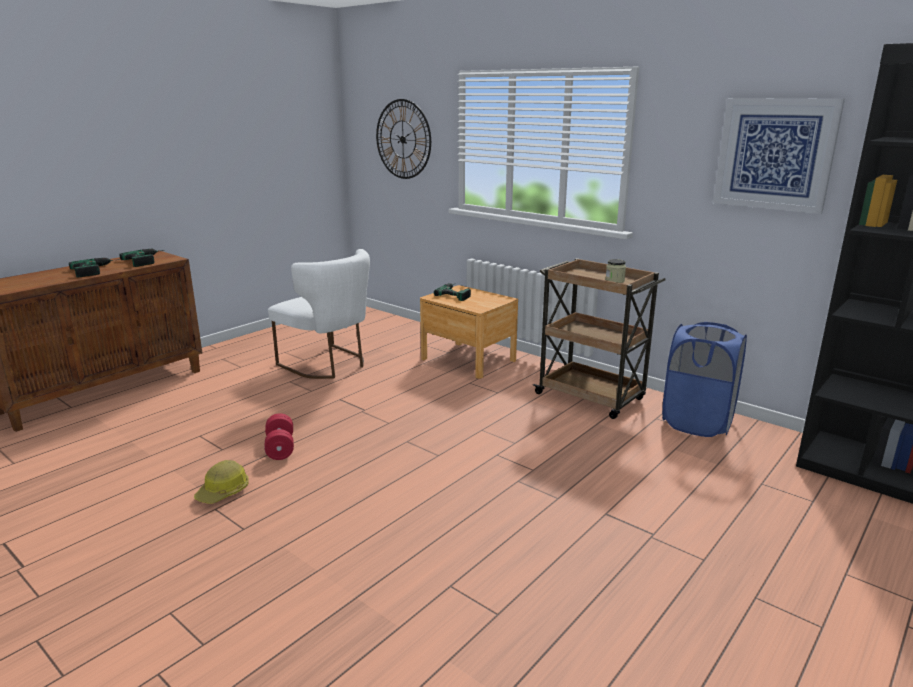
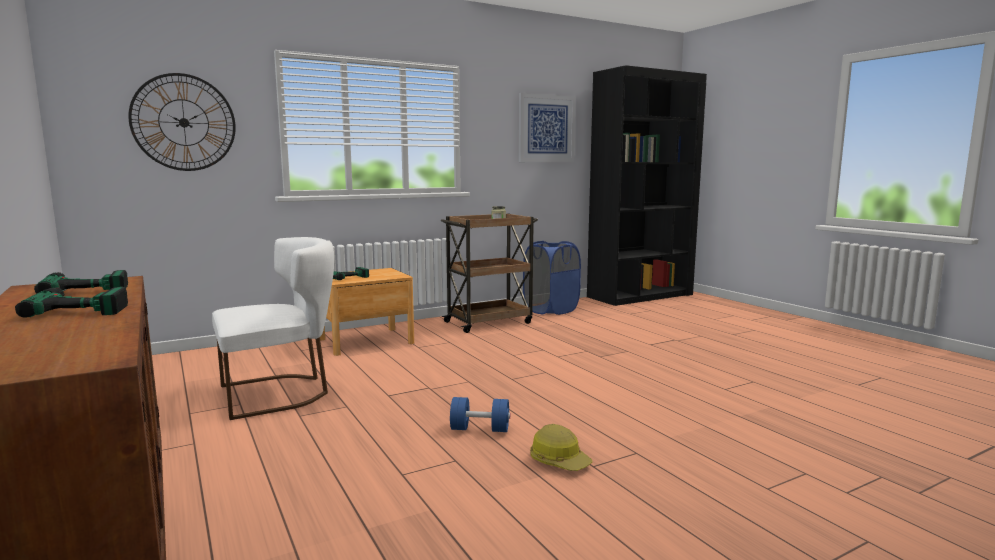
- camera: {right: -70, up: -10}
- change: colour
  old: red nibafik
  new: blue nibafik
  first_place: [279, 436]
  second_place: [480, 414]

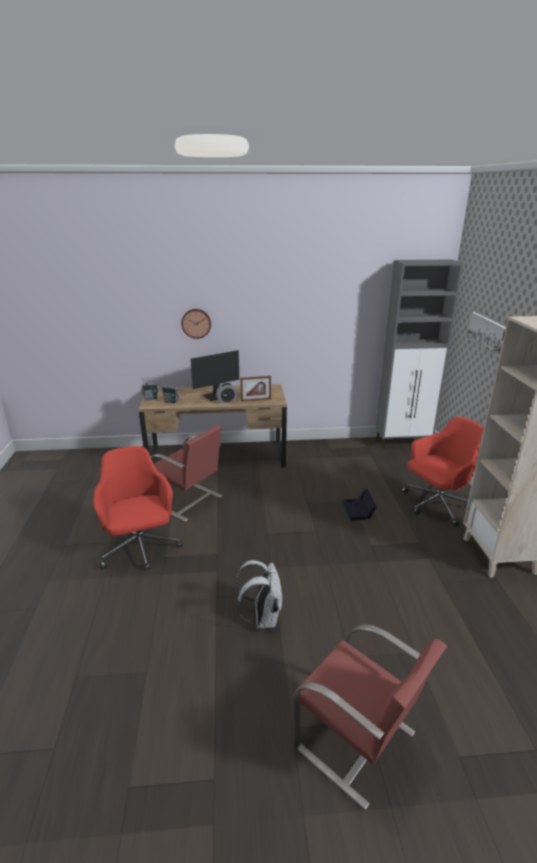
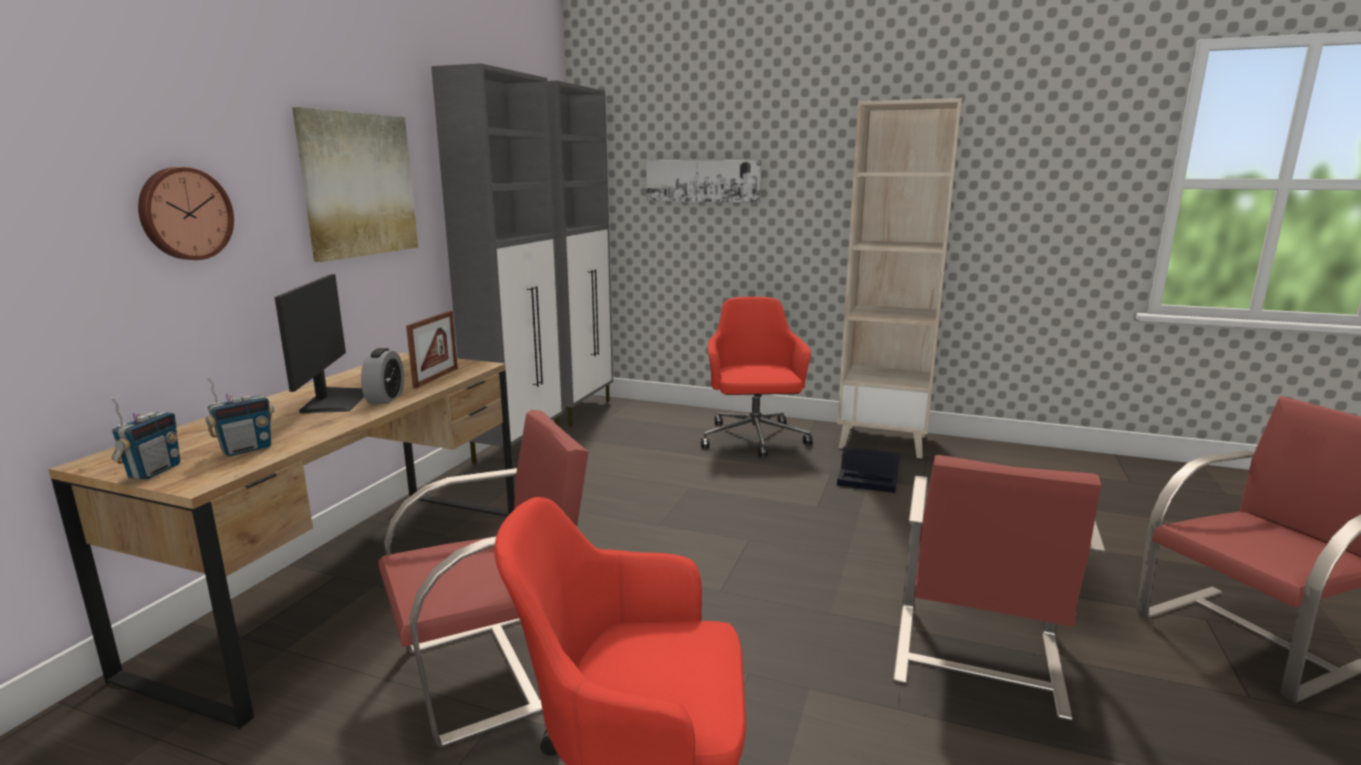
- camera: {right: -65, up: -10}
- change: relocated
  old: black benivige
  first_place: [360, 505]
  second_place: [868, 470]
- change: exchanged
  old: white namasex
  new: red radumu
  first_place: [259, 594]
  second_place: [999, 588]
- change: appeared
  new: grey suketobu
  second_place: [497, 263]
- change: appeared
  new: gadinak
  second_place: [355, 184]

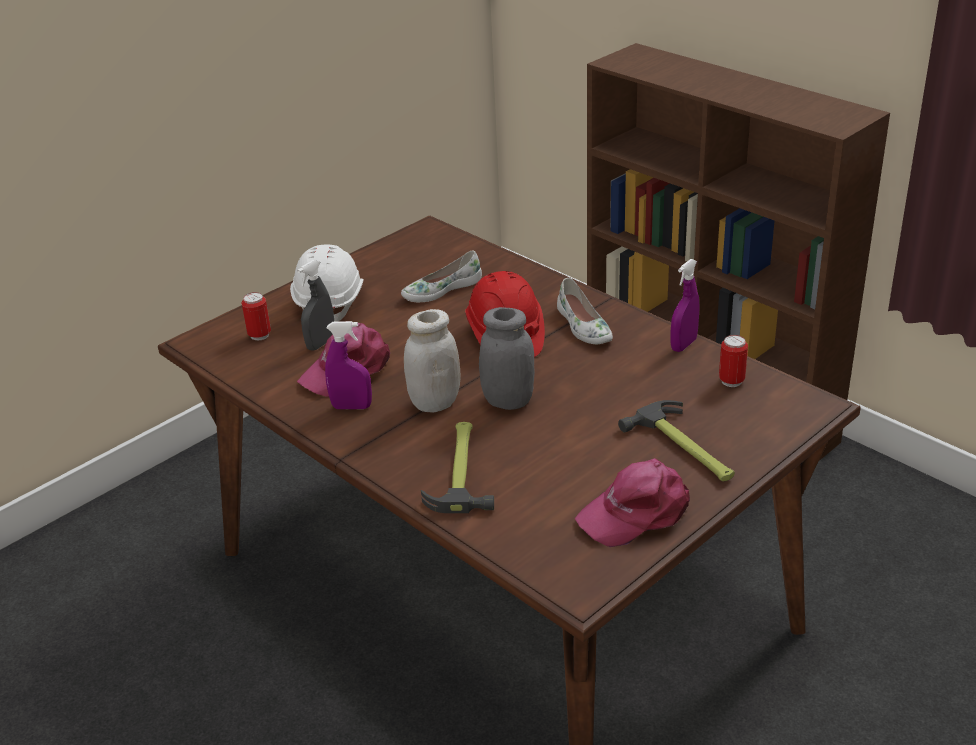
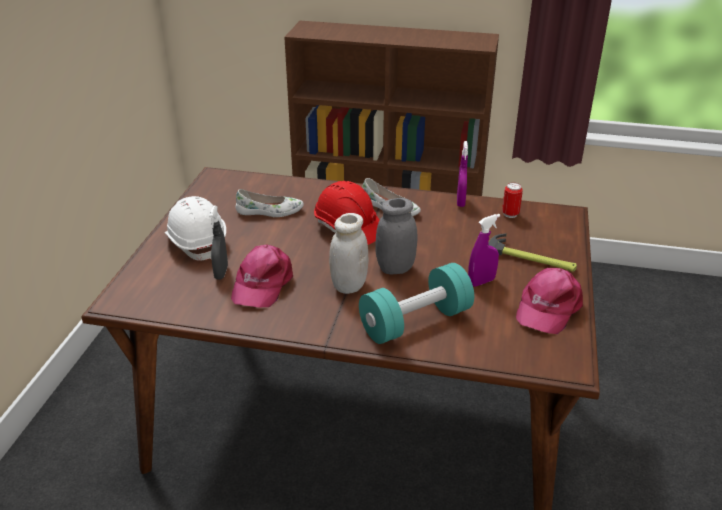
- camera: {right: -35, up: 0}
- change: spun
  old: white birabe
  first_place: [441, 276]
  second_place: [269, 203]
  degrees: -120
- change: missing
  old: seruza
  first_place: [256, 316]
- change: relocated
  old: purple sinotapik
  first_place: [348, 365]
  second_place: [484, 250]
- change: exchanged
  old: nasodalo
  new: turquoise nibafik
  first_place: [457, 467]
  second_place: [416, 303]

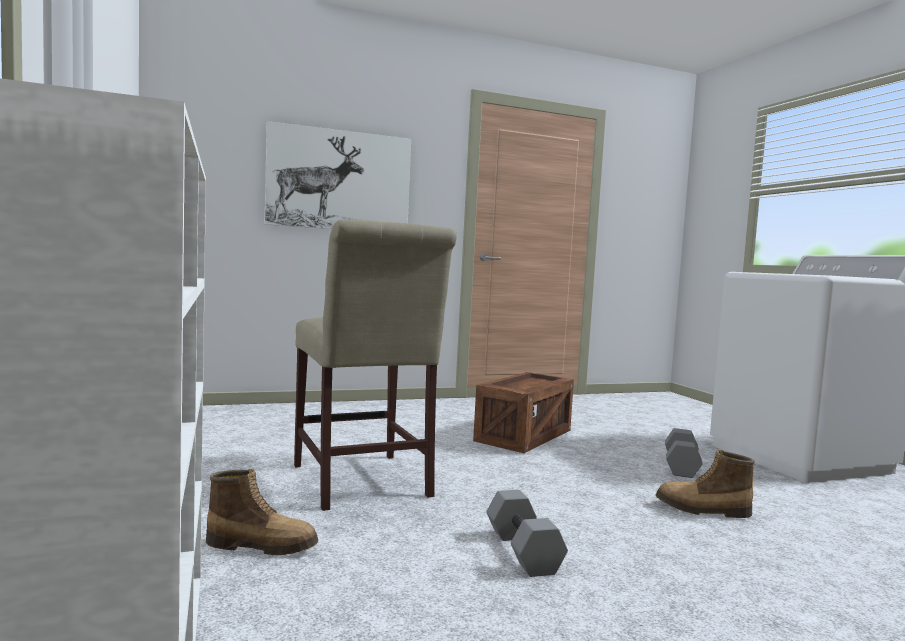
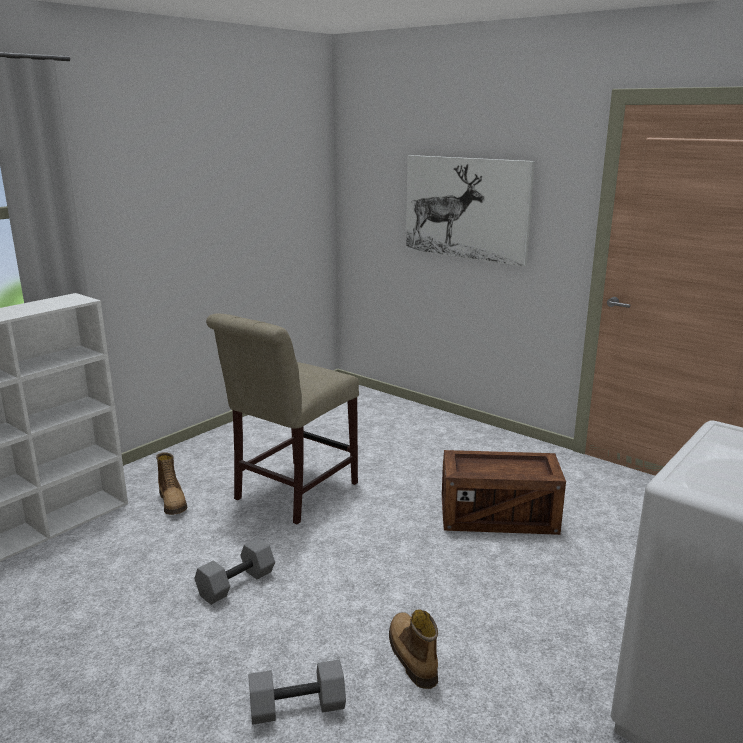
- camera: {right: 60, up: 15}
- change: relocated
  old: grey nibafik
  first_place: [684, 453]
  second_place: [297, 692]

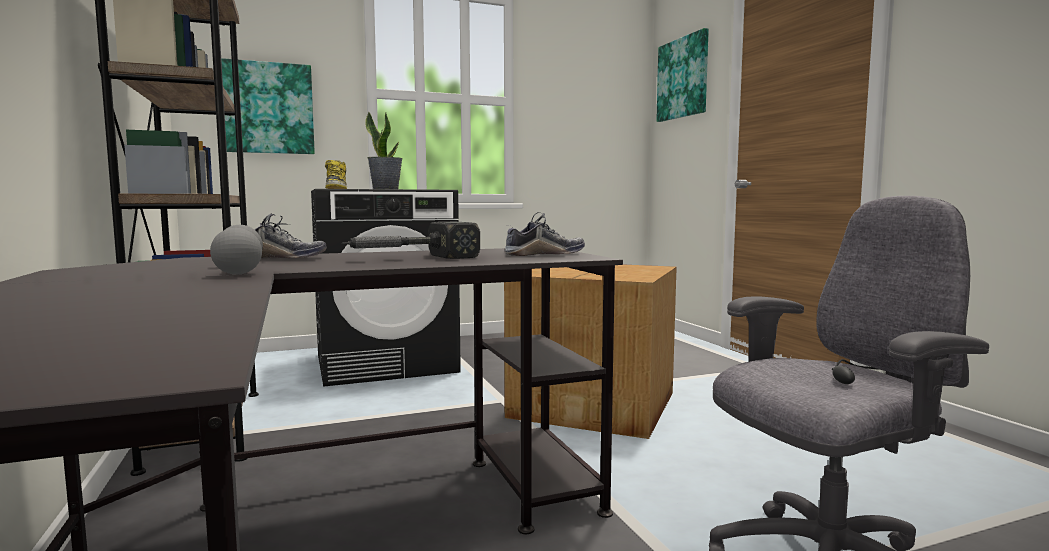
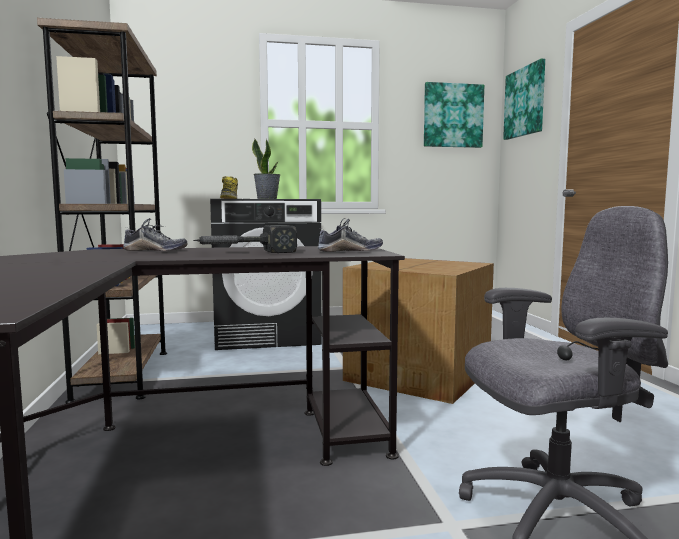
- camera: {right: 10, up: 0}
- change: relocated
  old: gadinak
  first_place: [268, 106]
  second_place: [454, 115]
- change: missing
  old: grey nibafik
  first_place: [236, 250]

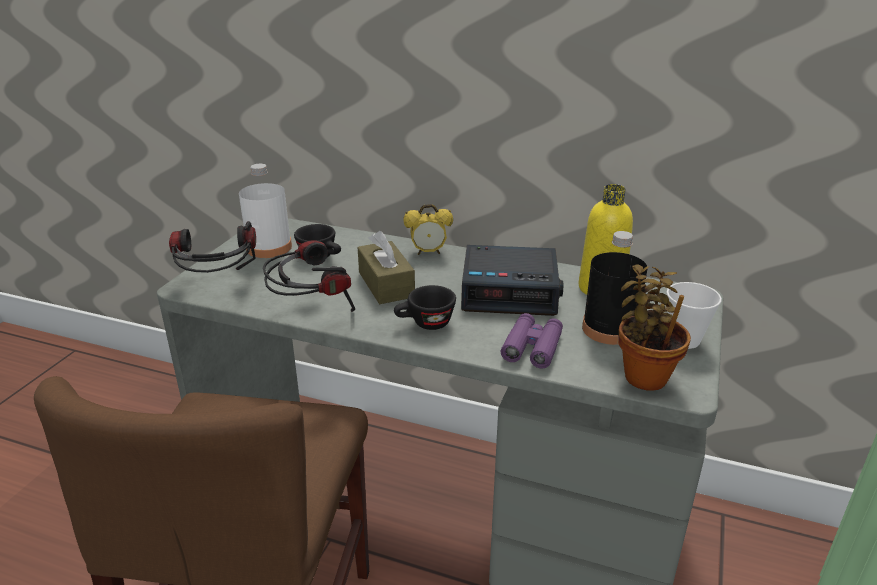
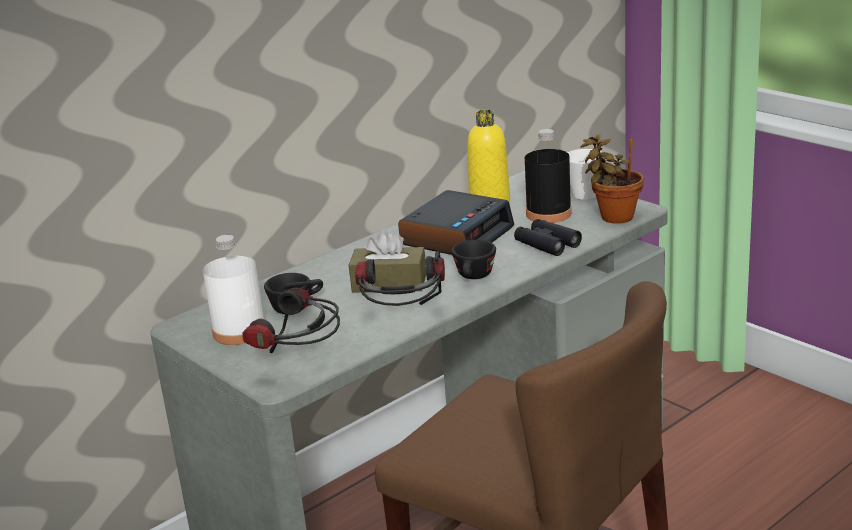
- camera: {right: -60, up: -5}
- change: missing
  old: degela
  first_place: [428, 229]
- change: colour
  old: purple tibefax
  new: black tibefax
  first_place: [532, 341]
  second_place: [548, 237]

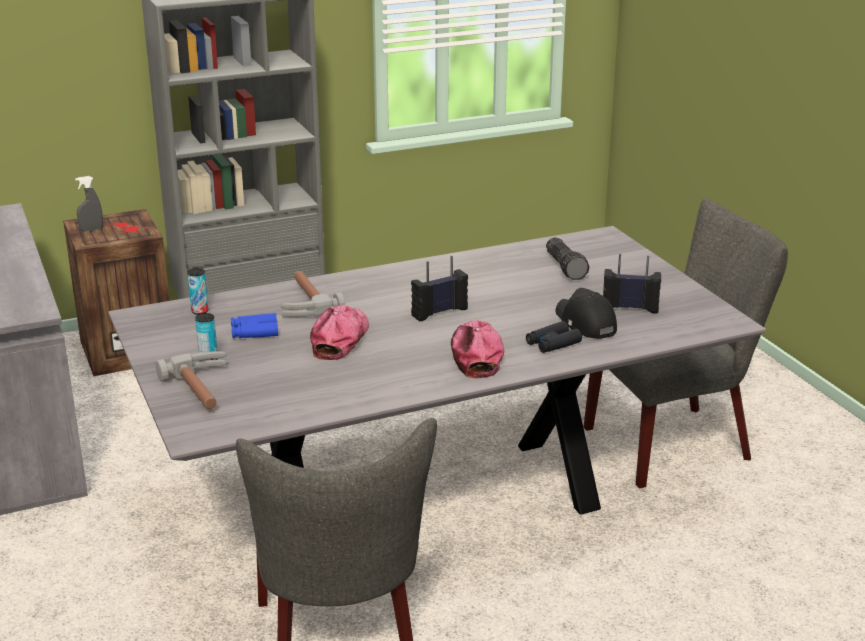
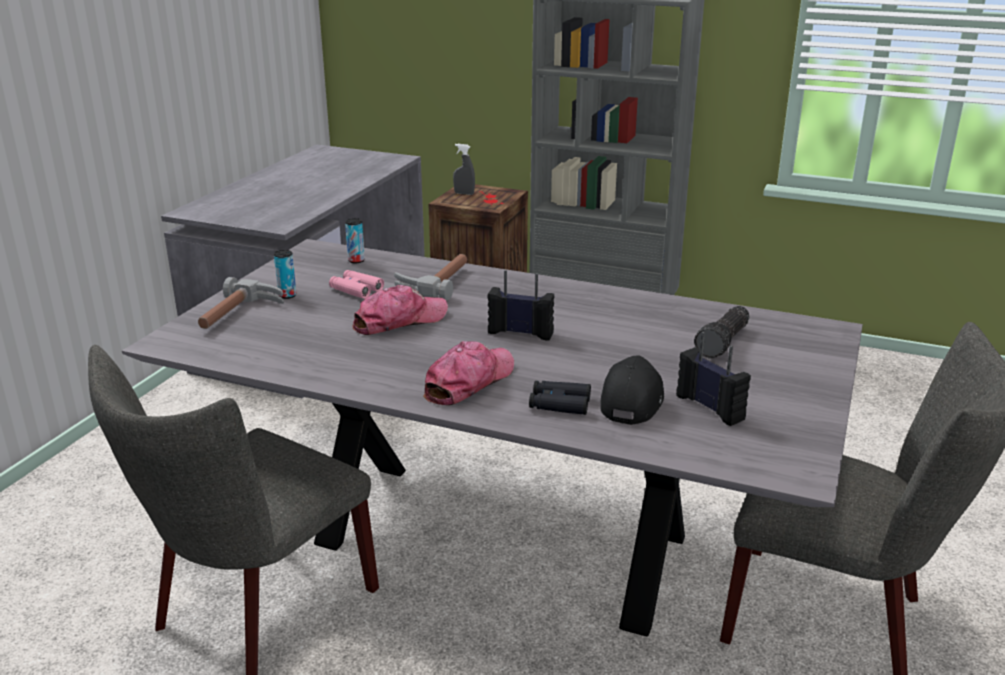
- camera: {right: 45, up: 0}
- change: colour
  old: blue tibefax
  new: pink tibefax
  first_place: [254, 325]
  second_place: [356, 284]

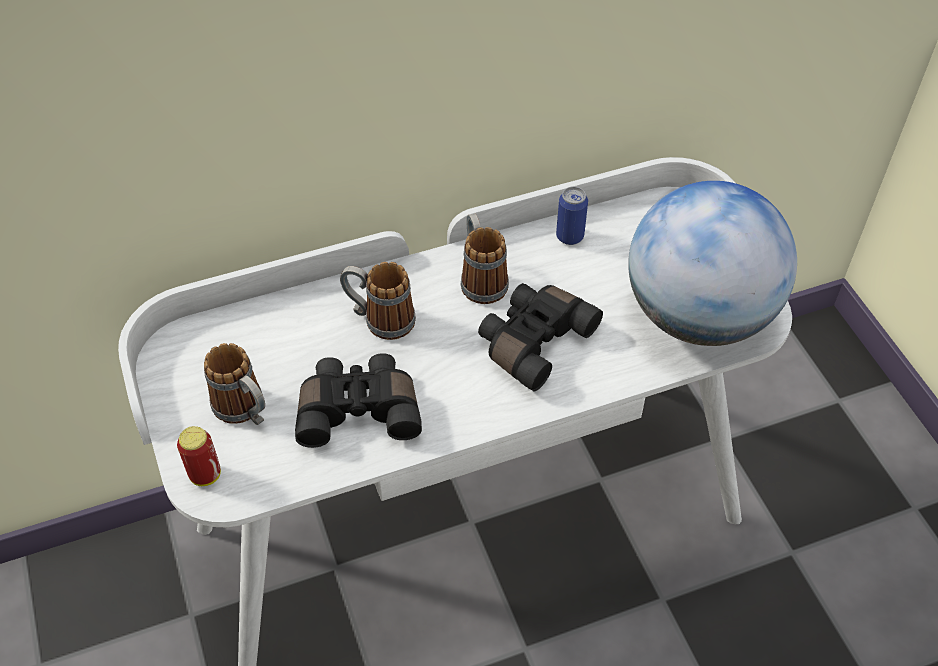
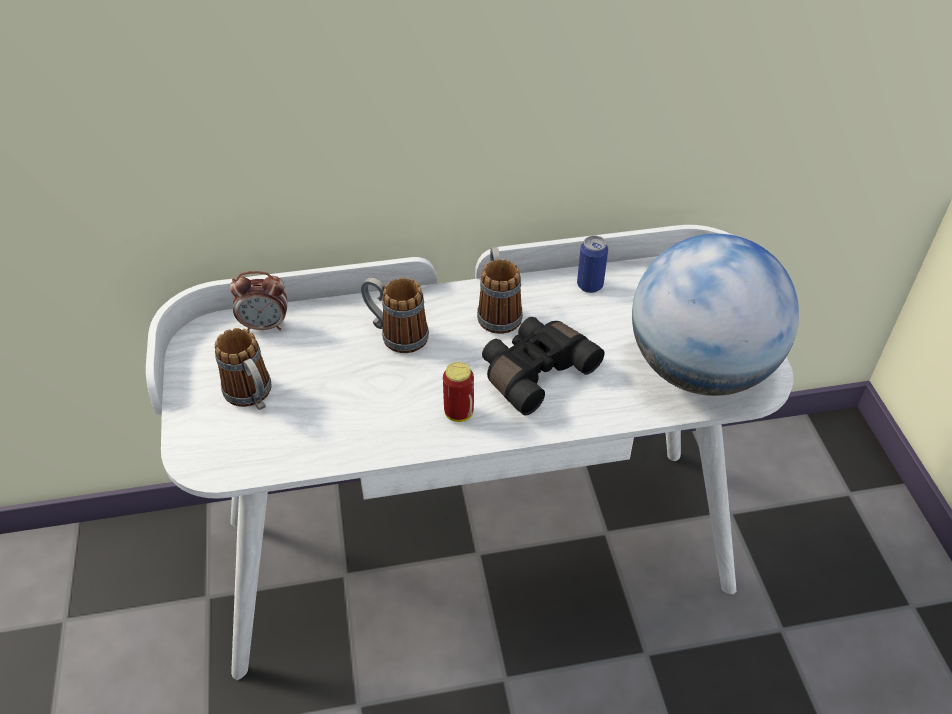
- camera: {right: 10, up: -5}
- change: missing
  old: black tibefax
  first_place: [358, 400]
- change: relocated
  old: seruza
  first_place: [199, 456]
  second_place: [458, 392]
- change: appeared
  new: degela
  second_place: [258, 301]

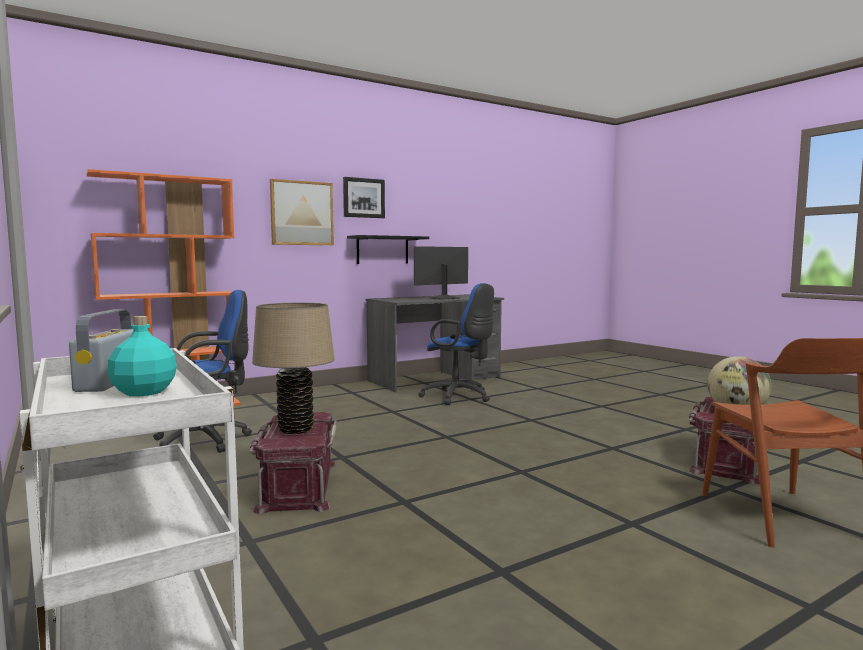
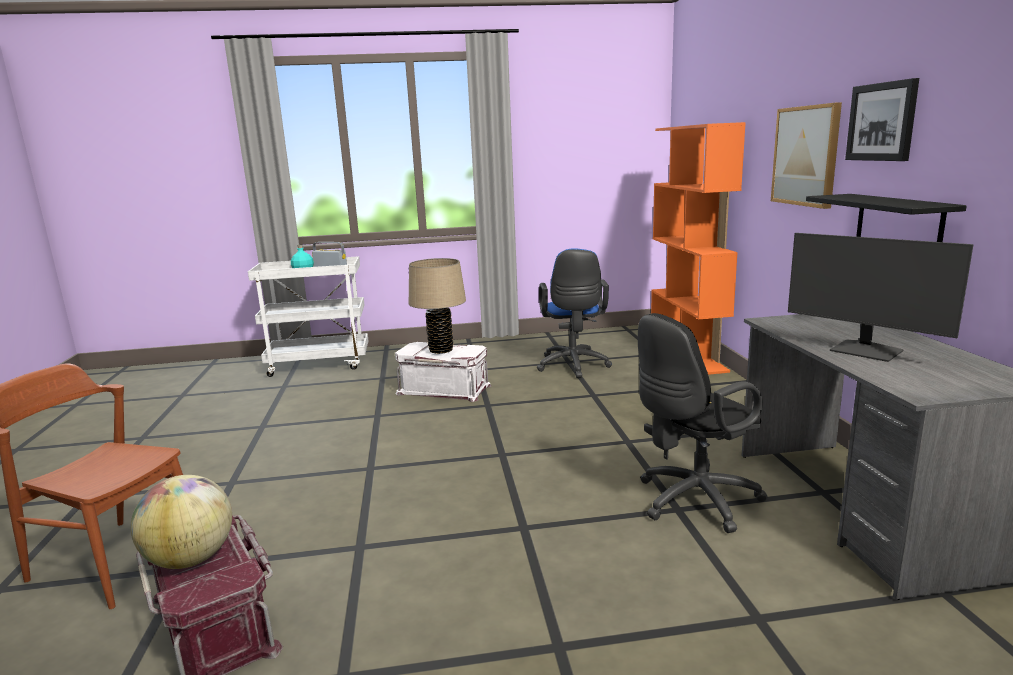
- camera: {right: 115, up: 10}
- change: spun
  old: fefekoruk
  first_place: [441, 273]
  second_place: [881, 297]
  degrees: 150
- change: colour
  old: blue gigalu
  new: black gigalu
  first_place: [456, 344]
  second_place: [703, 423]
- change: colour
  old: red benivige
  new: white benivige
  first_place: [293, 463]
  second_place: [443, 372]

